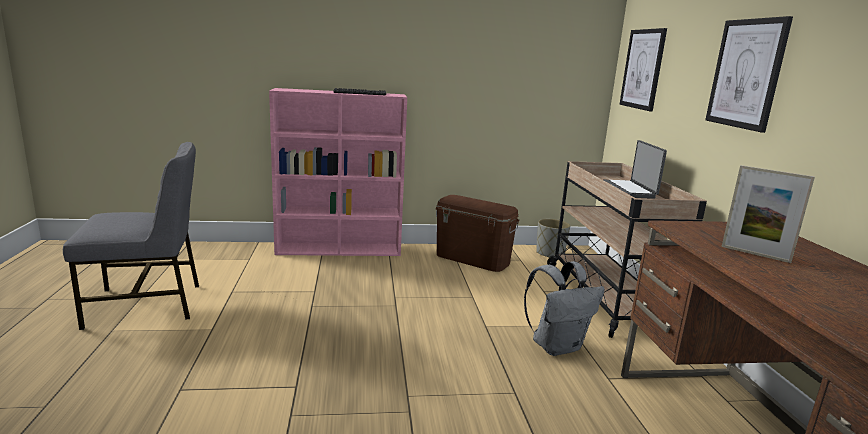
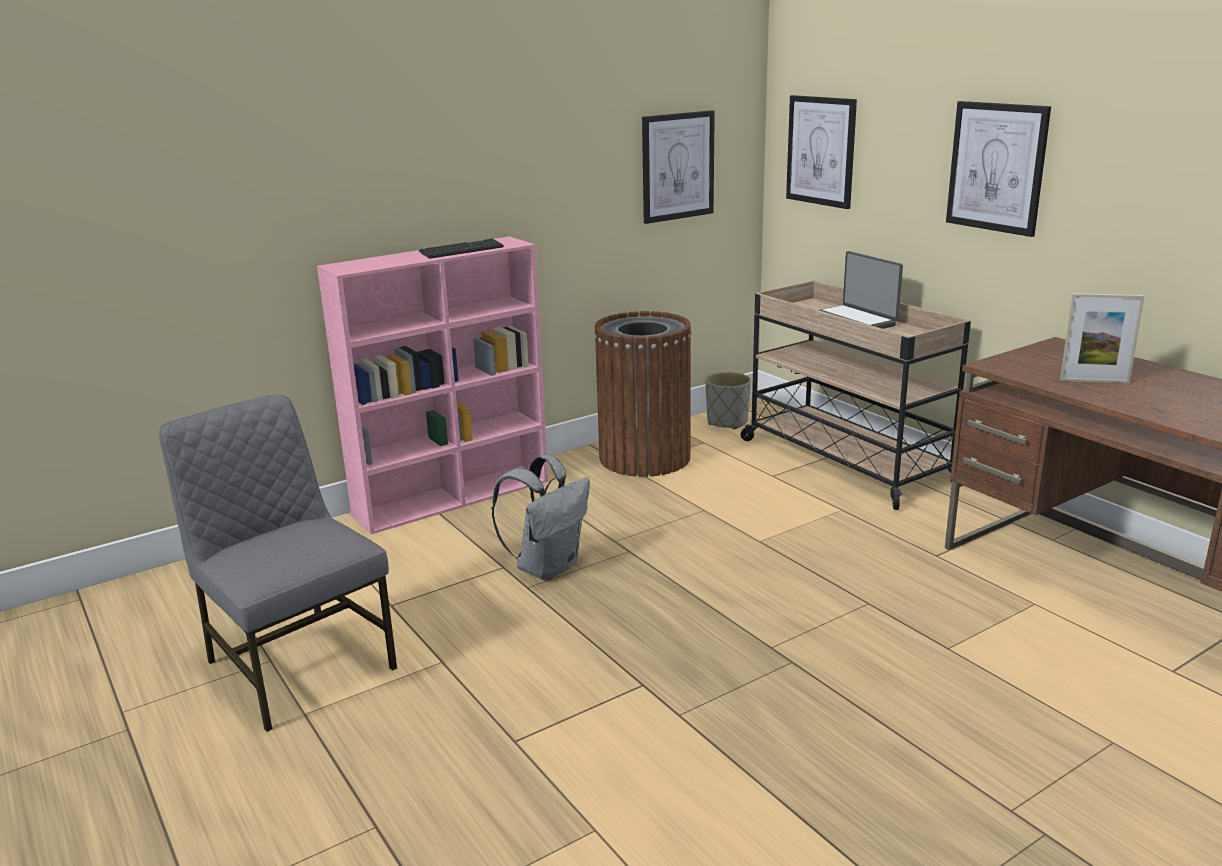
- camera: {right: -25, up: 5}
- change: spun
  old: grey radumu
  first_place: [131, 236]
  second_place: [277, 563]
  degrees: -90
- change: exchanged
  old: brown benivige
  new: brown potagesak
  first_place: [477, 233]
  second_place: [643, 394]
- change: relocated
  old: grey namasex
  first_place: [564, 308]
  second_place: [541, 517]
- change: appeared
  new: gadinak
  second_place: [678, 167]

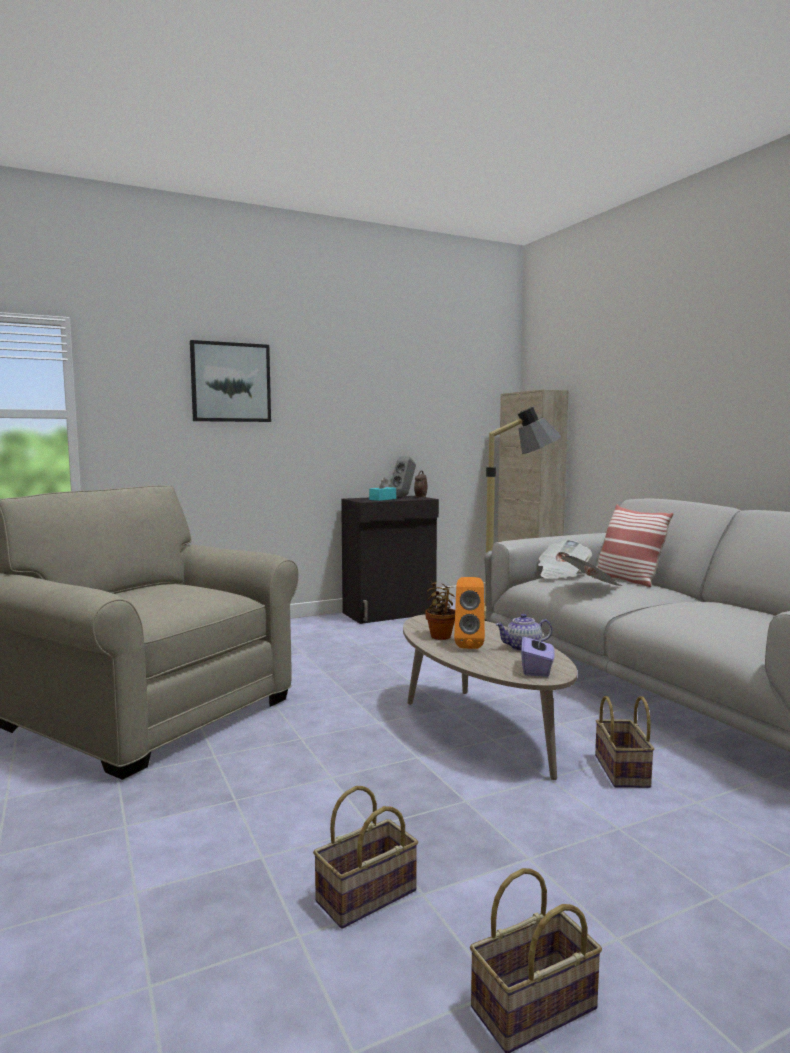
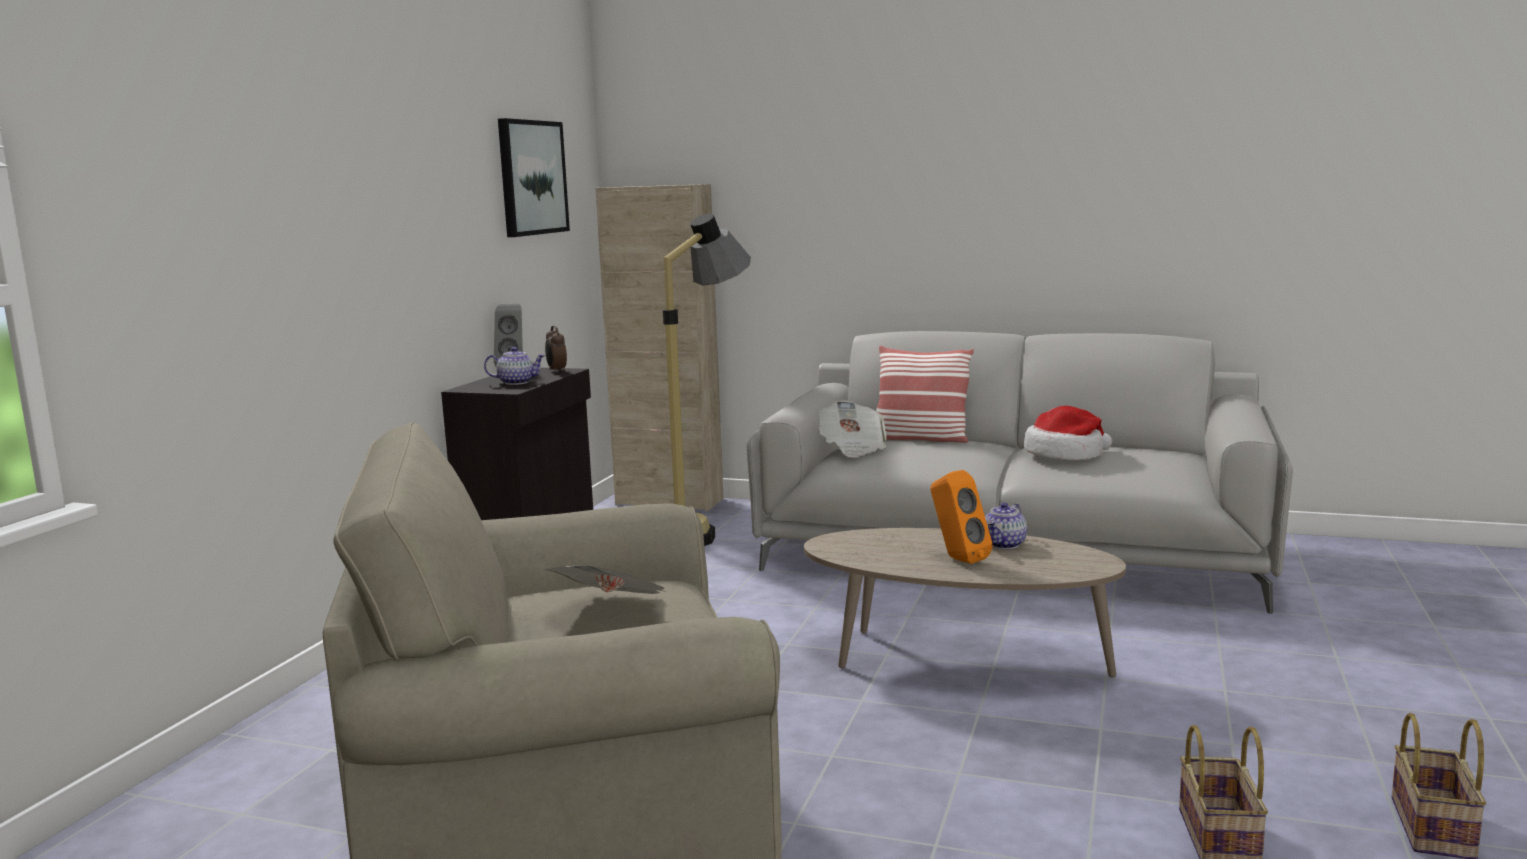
- camera: {right: -45, up: 5}
- change: relocated
  old: gadinak
  first_place: [230, 381]
  second_place: [534, 177]
- change: exchanged
  old: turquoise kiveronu
  new: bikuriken
  first_place: [382, 489]
  second_place: [514, 366]
- change: relocated
  old: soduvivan
  first_place: [592, 570]
  second_place: [605, 580]
- change: missing
  old: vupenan
  first_place: [440, 610]
- change: missing
  old: purple kiveronu
  first_place: [538, 654]
- change: missing
  old: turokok
  first_place: [625, 742]
- change: appeared
  new: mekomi
  second_place: [1068, 433]

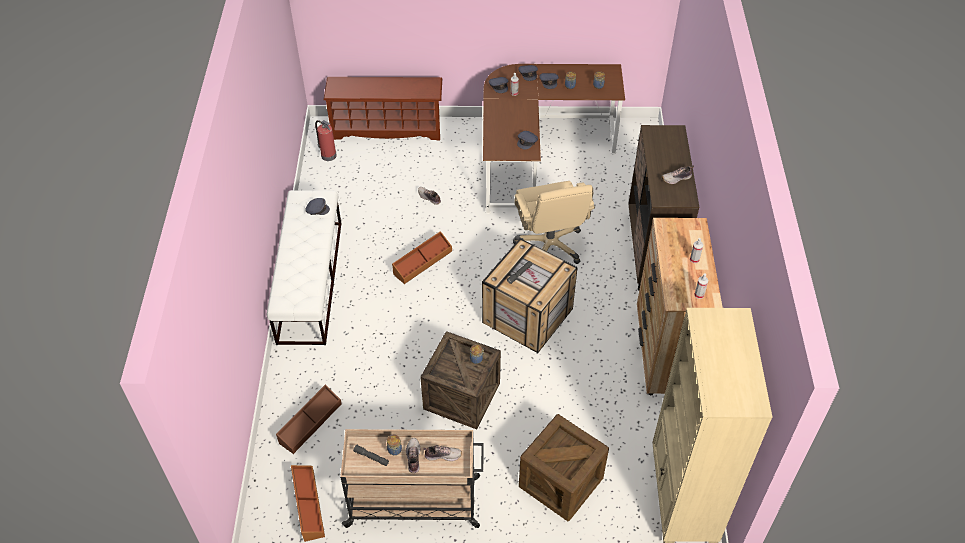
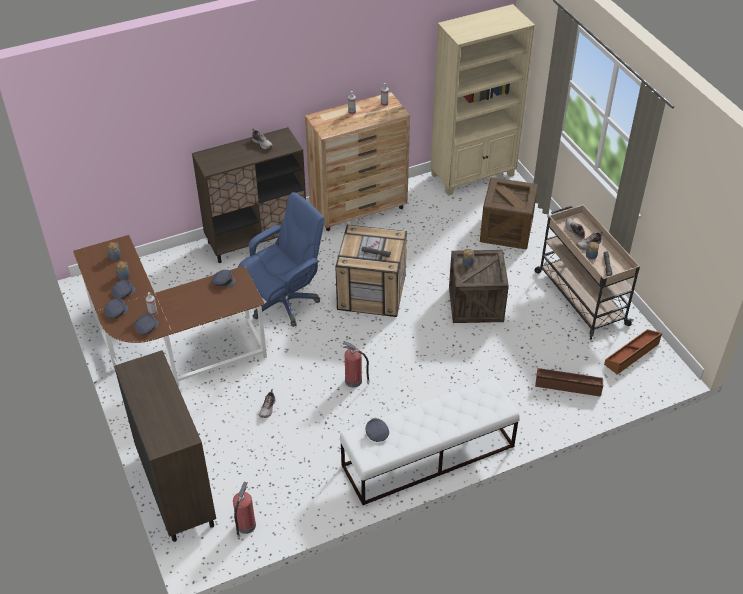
- camera: {right: -115, up: -5}
- change: exchanged
  old: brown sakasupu
  new: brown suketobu
  first_place: [382, 108]
  second_place: [165, 446]
- change: colour
  old: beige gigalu
  new: blue gigalu
  first_place: [554, 222]
  second_place: [281, 259]
- change: exchanged
  old: brown benivige
  new: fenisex
  first_place: [422, 257]
  second_place: [356, 364]

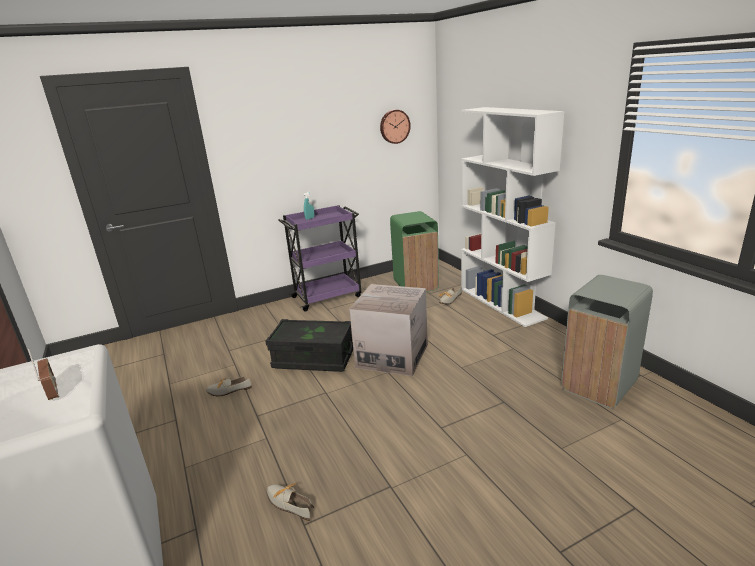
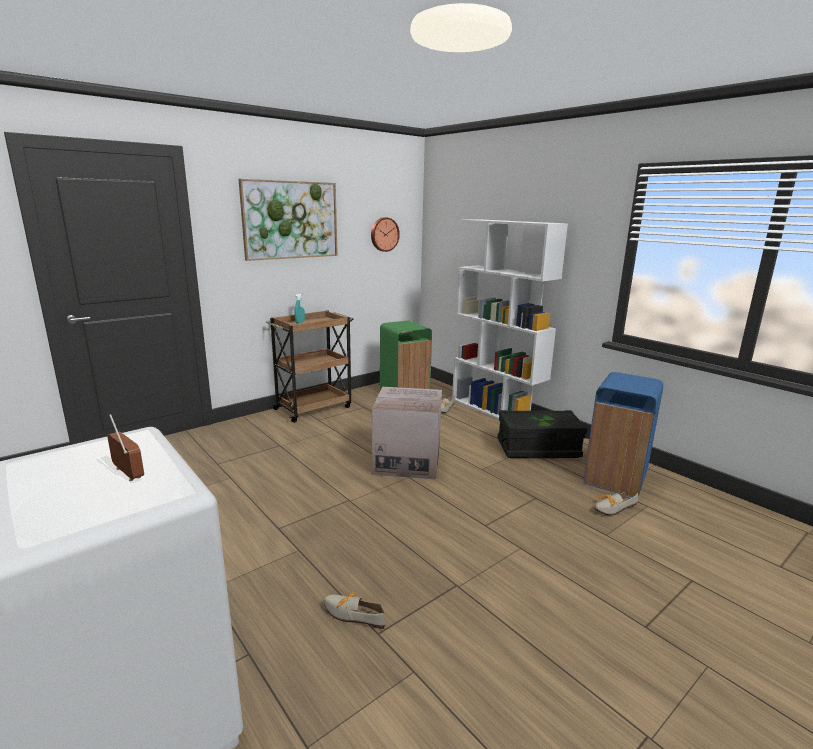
- camera: {right: -15, up: -5}
- change: colour
  old: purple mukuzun
  new: brown mukuzun
  first_place: [319, 258]
  second_place: [310, 366]
- change: colour
  old: grey potagesak
  new: blue potagesak
  first_place: [607, 342]
  second_place: [623, 434]
- change: relocated
  old: black benivige
  first_place: [309, 345]
  second_place: [542, 434]
- change: relocated
  old: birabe
  first_place: [229, 386]
  second_place: [616, 504]
- change: appeared
  new: gadinak
  second_place: [288, 220]

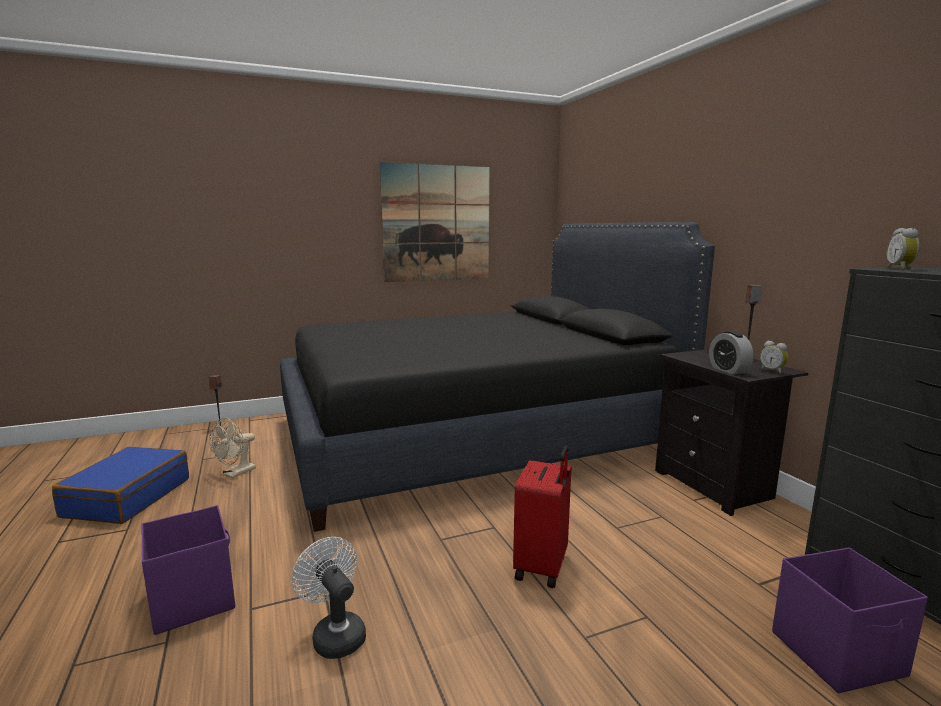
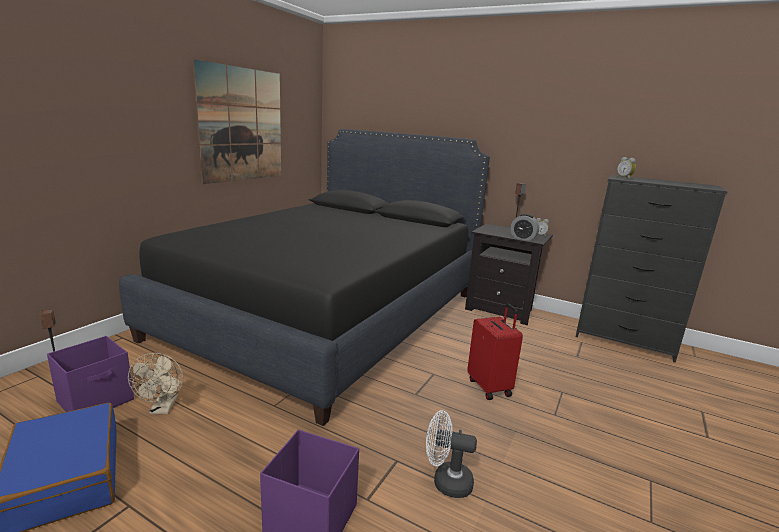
- camera: {right: -40, up: 5}
- change: relocated
  old: purple benivige
  first_place: [850, 620]
  second_place: [90, 374]

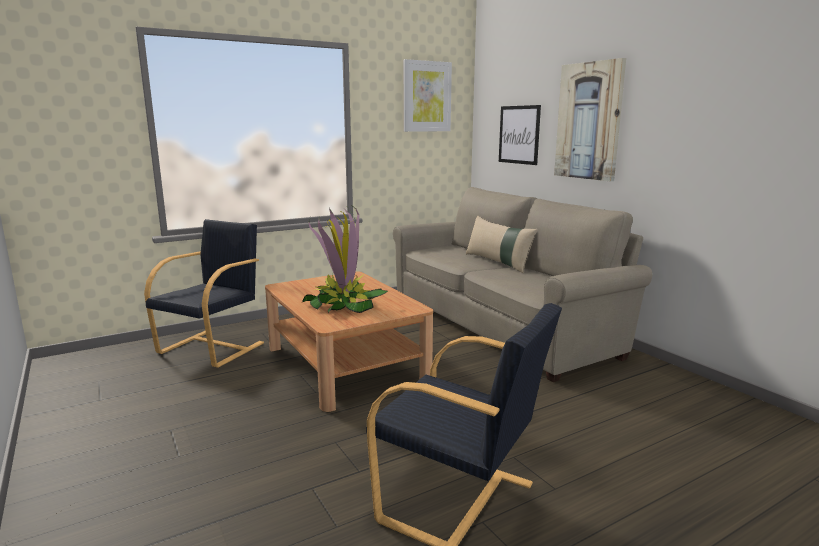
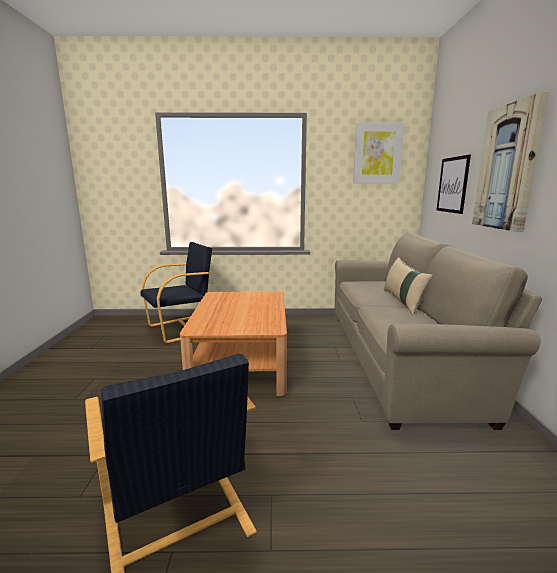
- camera: {right: 30, up: 0}
- change: missing
  old: vupenan
  first_place: [345, 258]

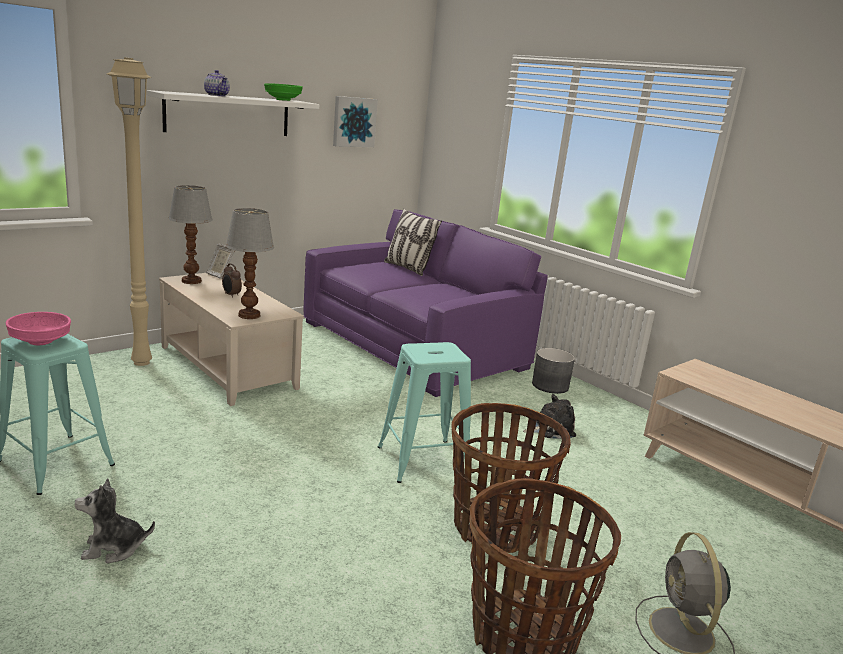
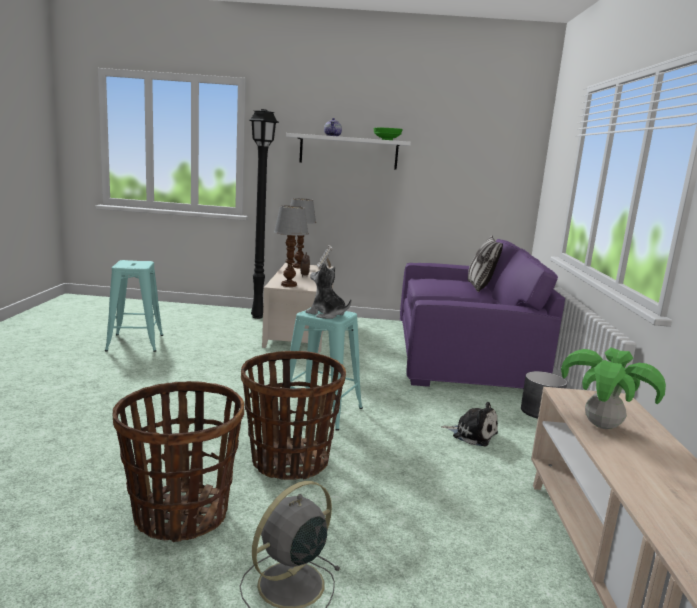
- camera: {right: 45, up: -5}
- change: colour
  old: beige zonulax
  new: black zonulax
  first_place: [129, 211]
  second_place: [264, 214]
- change: missing
  old: gadinak
  first_place: [355, 121]
- change: missing
  old: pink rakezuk
  first_place: [38, 328]
- change: relocated
  old: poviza
  first_place: [115, 520]
  second_place: [328, 290]
- change: appeared
  new: vupenan
  second_place: [613, 388]

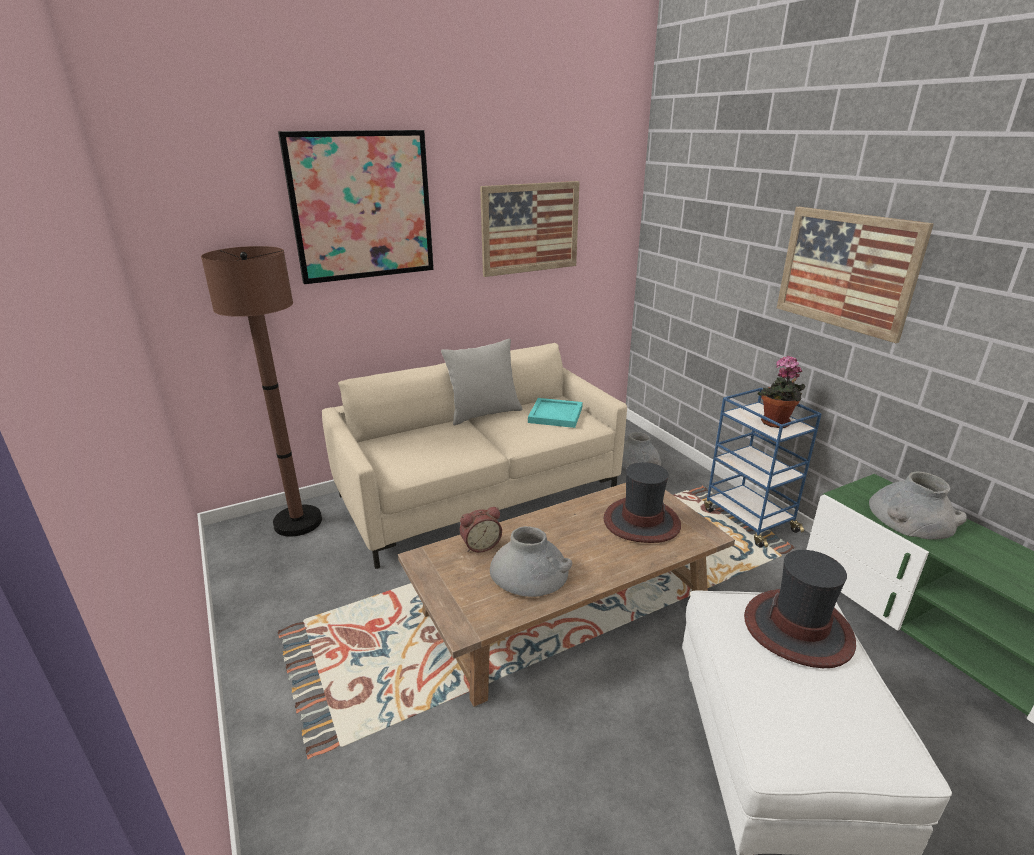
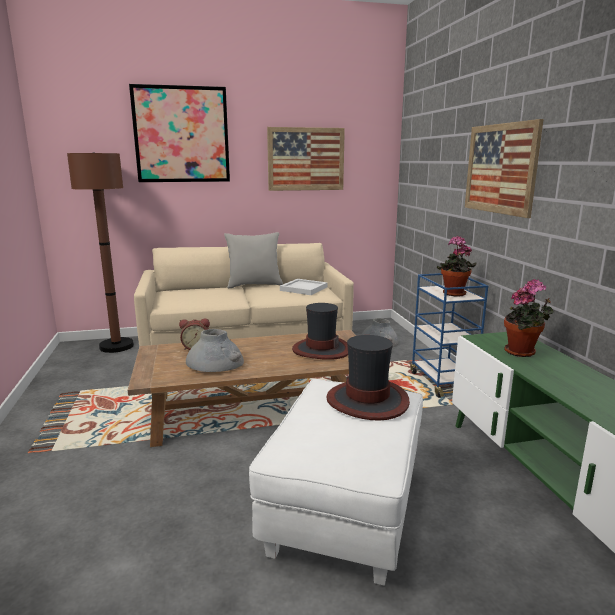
- camera: {right: 15, up: -10}
- change: colour
  old: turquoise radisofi
  new: white radisofi
  first_place: [555, 413]
  second_place: [304, 287]
- change: exchanged
  old: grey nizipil
  new: vupenan
  first_place: [918, 506]
  second_place: [529, 318]

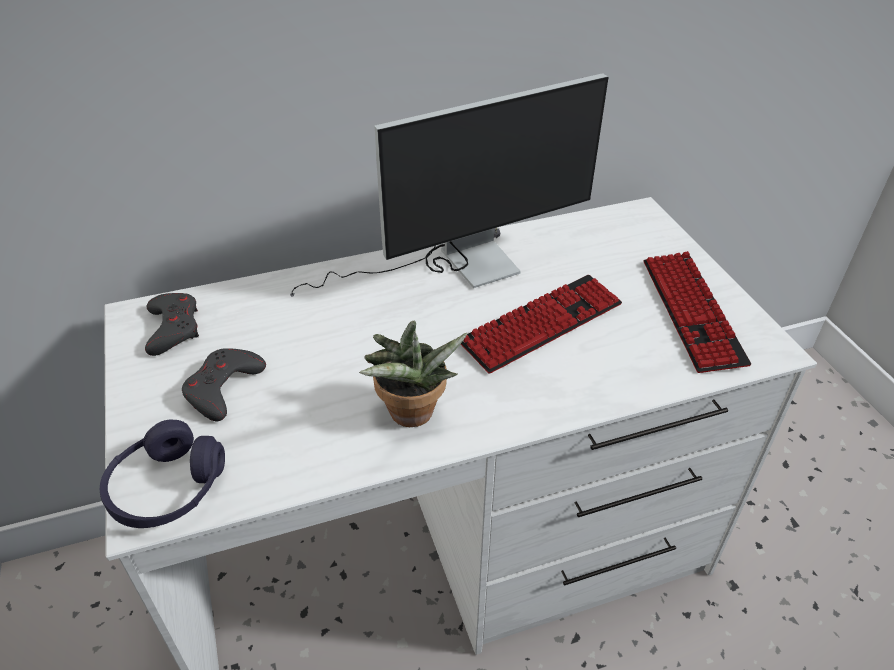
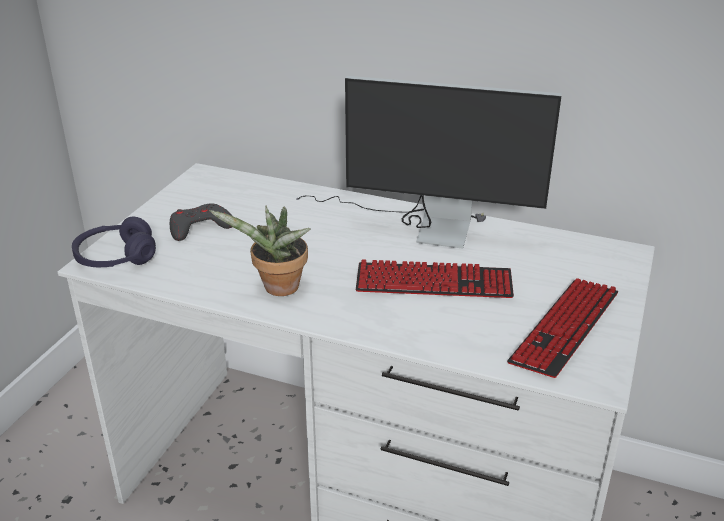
- camera: {right: 40, up: -10}
- change: missing
  old: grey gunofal
  first_place: [172, 324]

